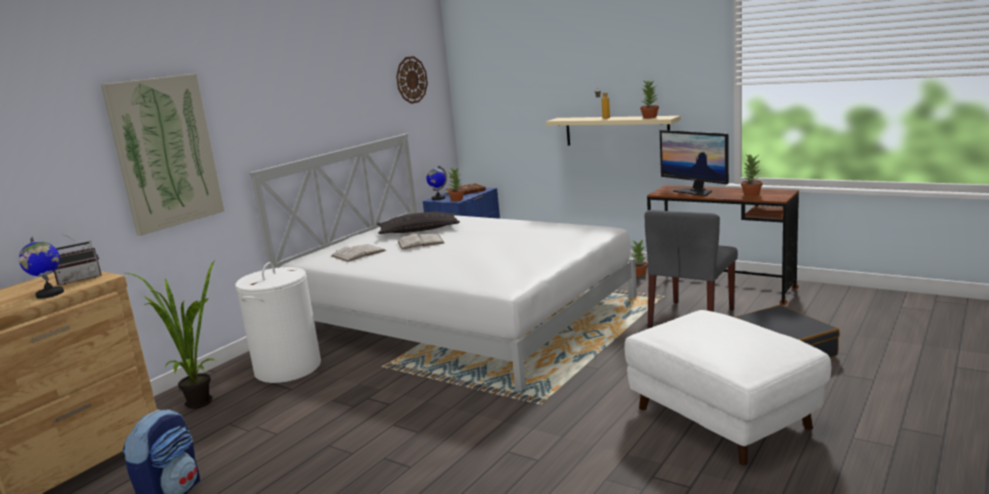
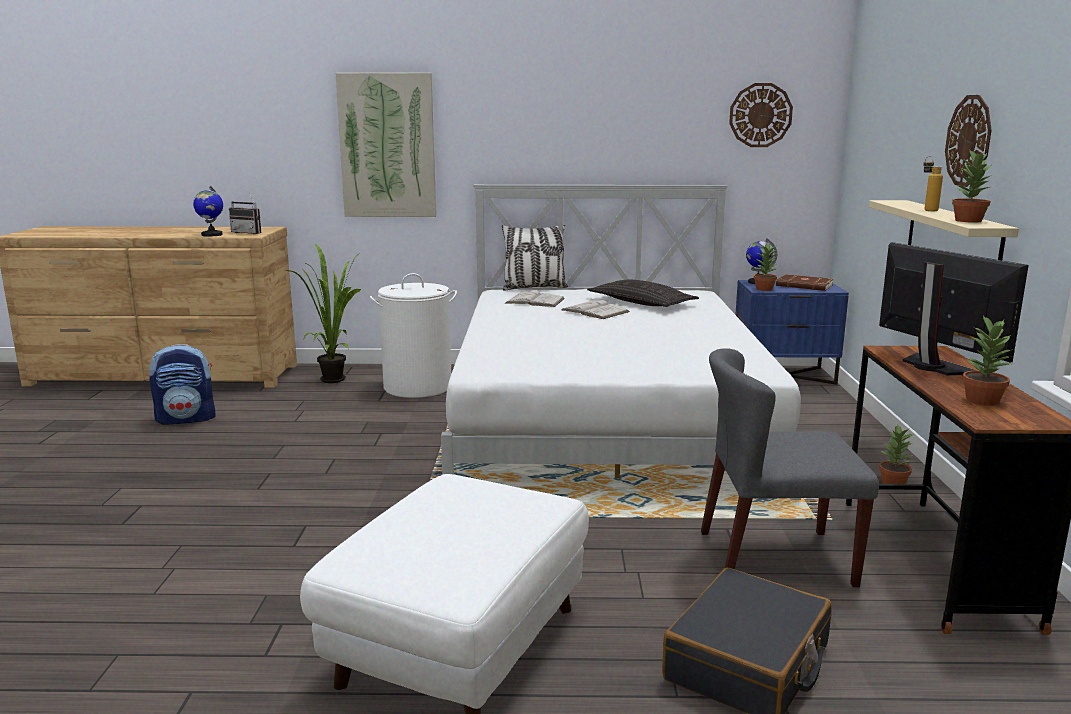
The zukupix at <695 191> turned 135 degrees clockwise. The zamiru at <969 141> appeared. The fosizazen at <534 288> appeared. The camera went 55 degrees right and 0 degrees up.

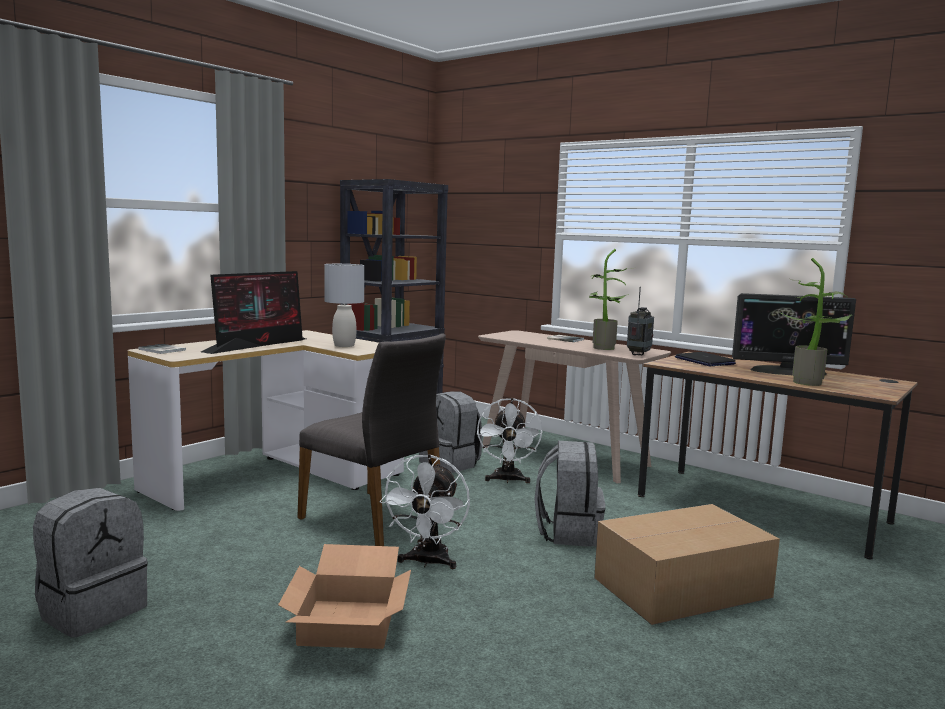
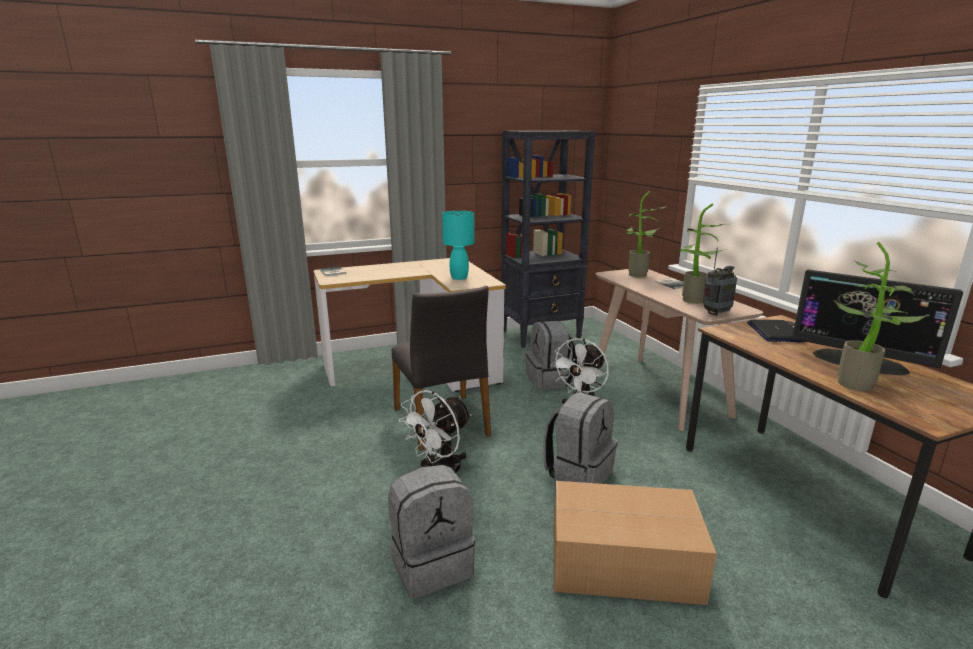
The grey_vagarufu at <344 345> became the turquoise_vagarufu at <459 277>. The zukupix at <259 345> disappeared. The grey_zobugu moved from <92 610> to <432 565>. The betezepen at <346 622> disappeared. The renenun at <638 275> appeared. The camera went 30 degrees right and 10 degrees up.

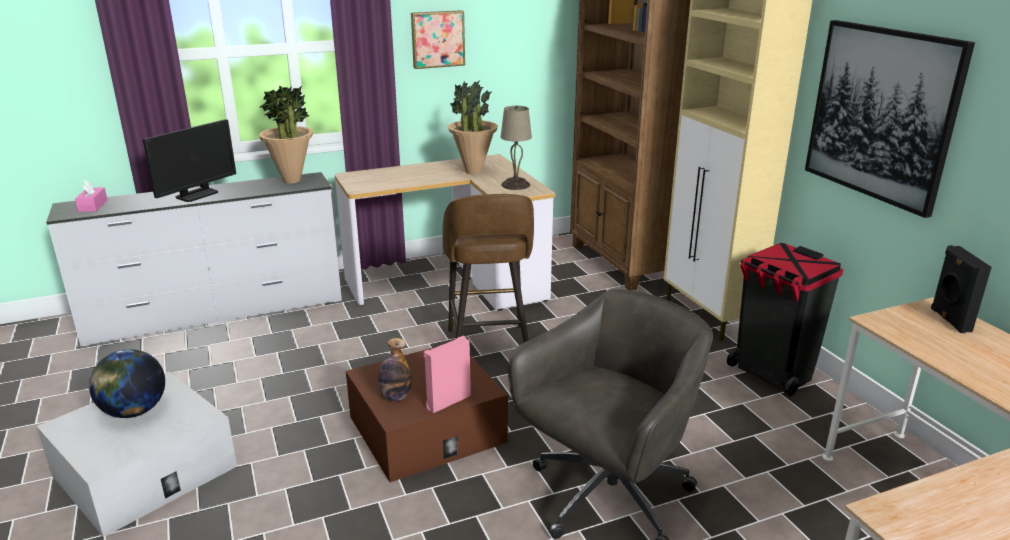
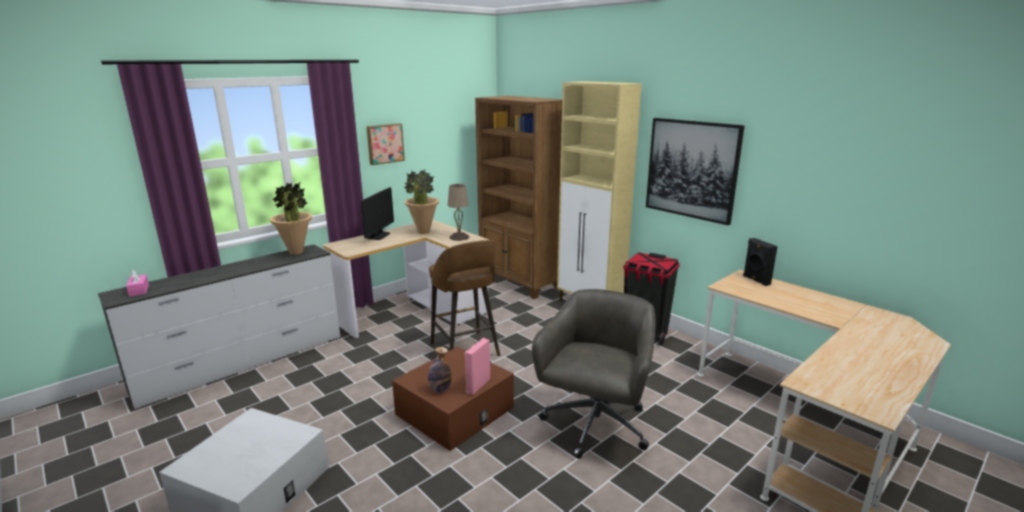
The zukupix moved from <197 195> to <378 236>. The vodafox at <134 411> disappeared. The camera went 20 degrees left and 5 degrees down.

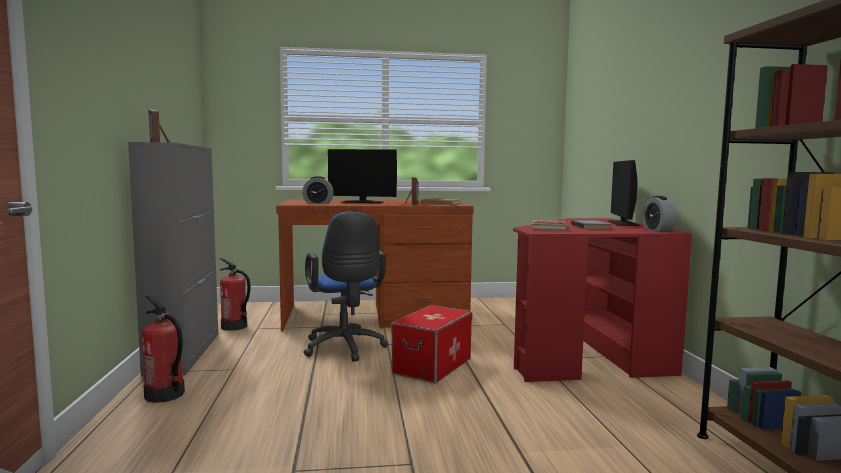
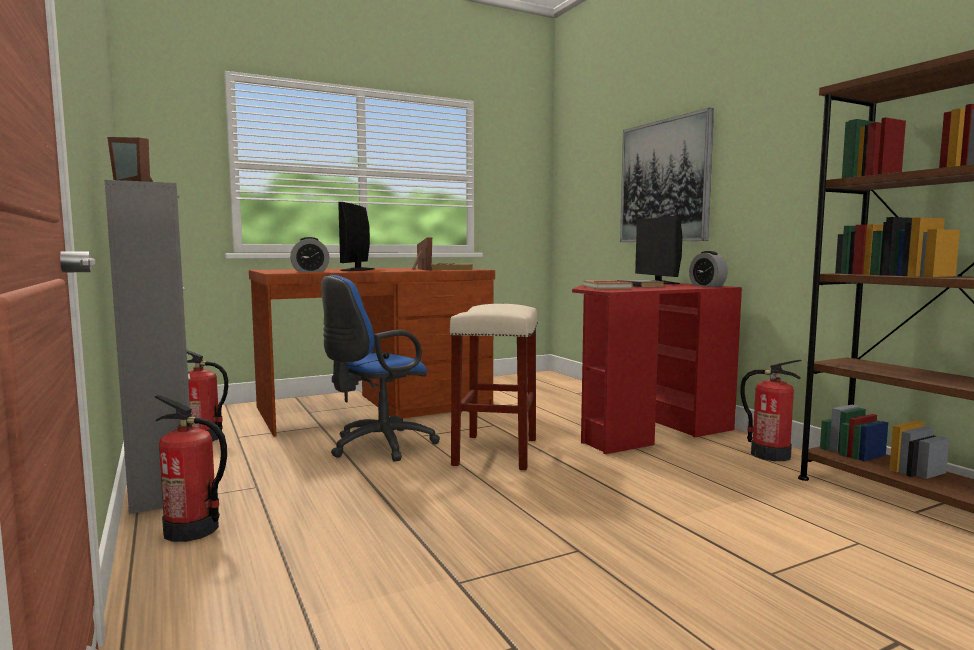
The zukupix at <362 202> turned 105 degrees clockwise. The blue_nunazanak at <345 349> turned 90 degrees clockwise. The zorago at <432 365> was replaced by the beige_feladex at <495 451>. The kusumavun at <664 181> appeared. The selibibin at <769 454> appeared. The camera went 20 degrees left and 0 degrees up.

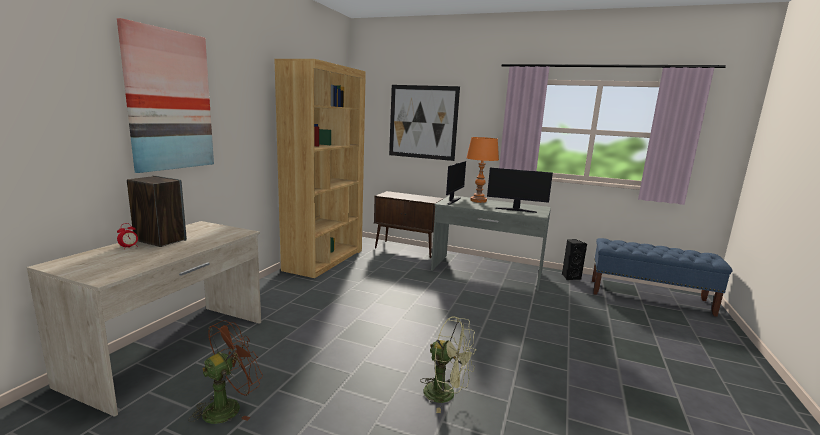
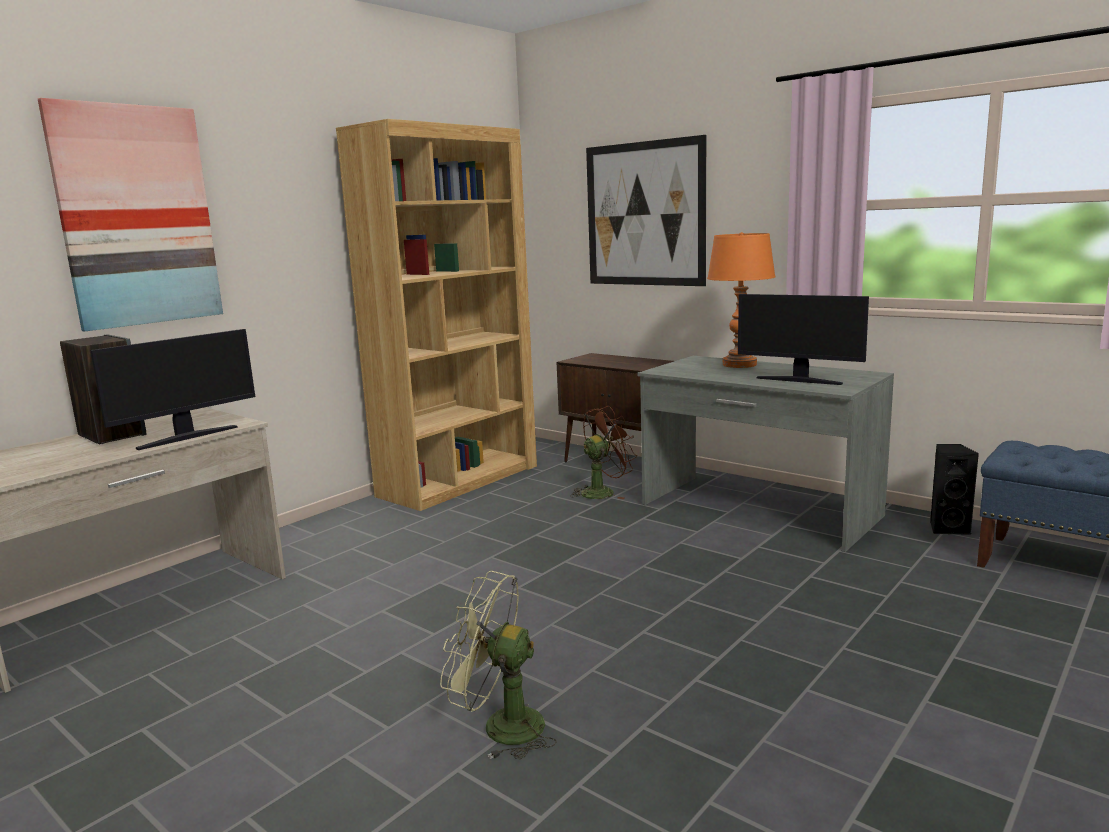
The zukupix moved from <453 200> to <187 437>. The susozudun at <129 247> disappeared. The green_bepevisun at <446 395> turned 150 degrees clockwise. The brown_bepevisun moved from <229 406> to <603 492>. The camera went 20 degrees right and 0 degrees up.

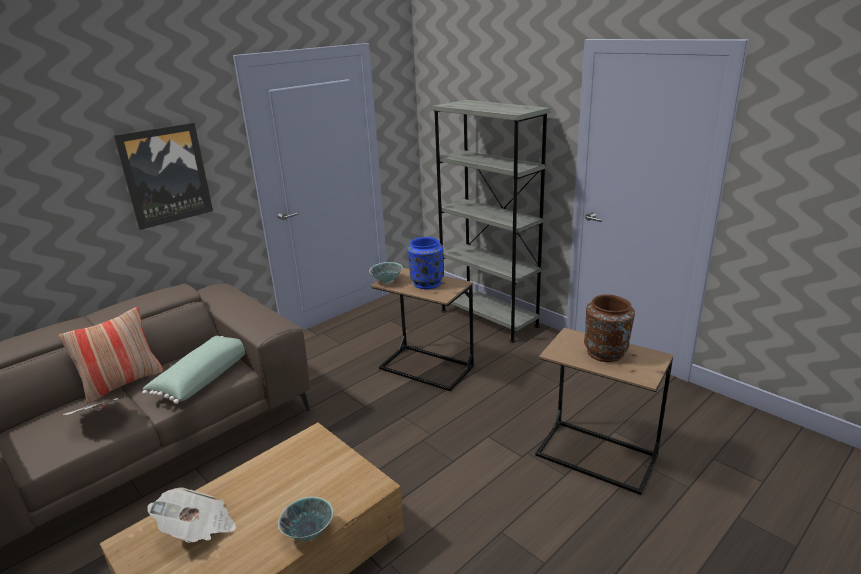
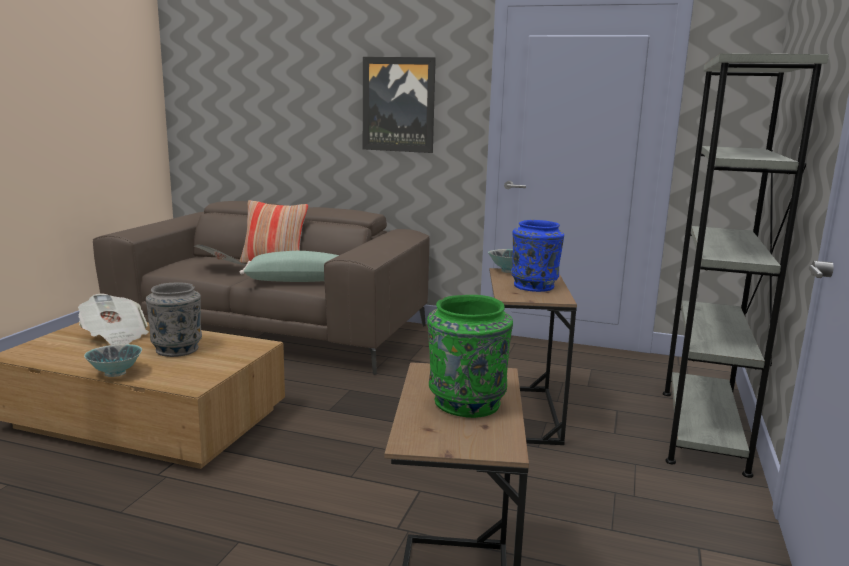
The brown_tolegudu at <606 353> became the green_tolegudu at <466 404>. The grey_tolegudu at <177 349> appeared. The camera went 60 degrees right and 10 degrees down.

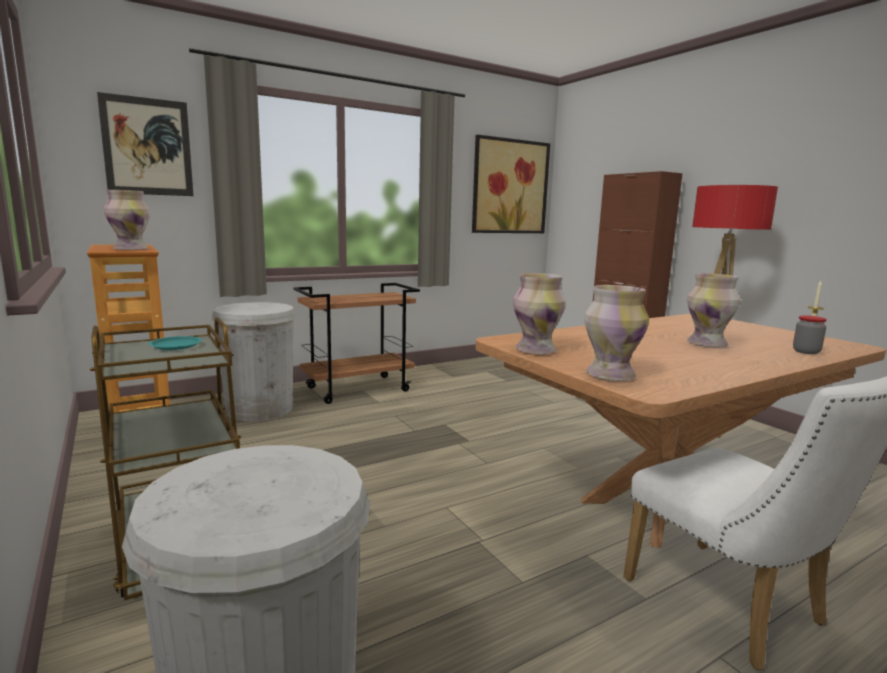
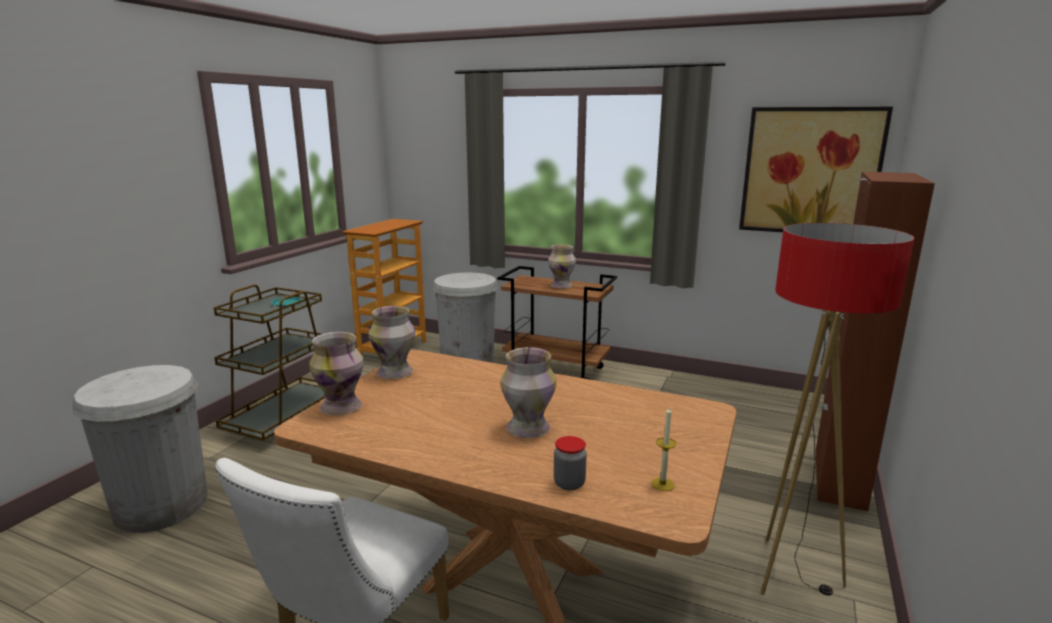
The kusumavun at <147 147> disappeared. The tolegudu moved from <132 249> to <561 286>. The camera went 55 degrees right and 5 degrees up.

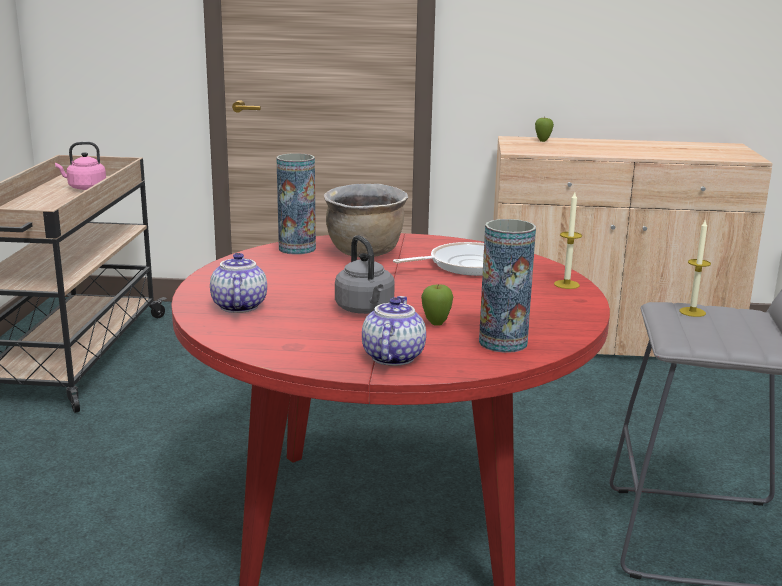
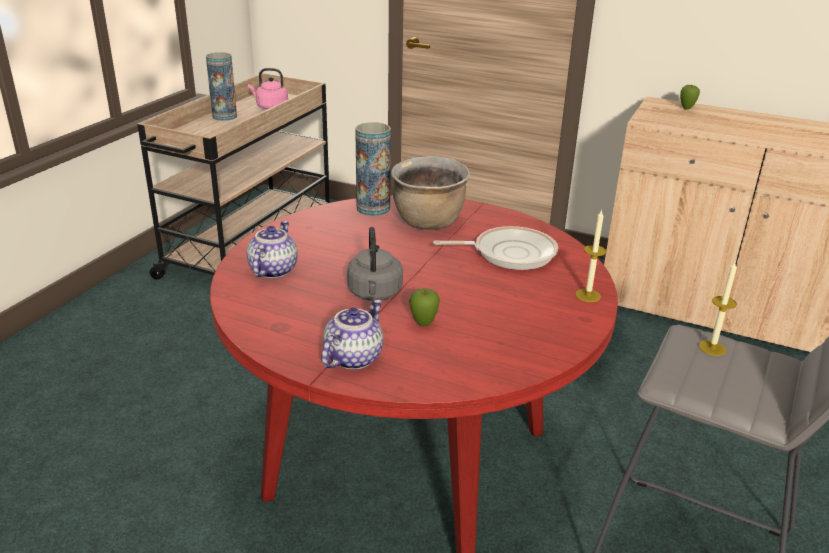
The tolegudu moved from <503 342> to <224 116>. The camera went 20 degrees right and 10 degrees up.

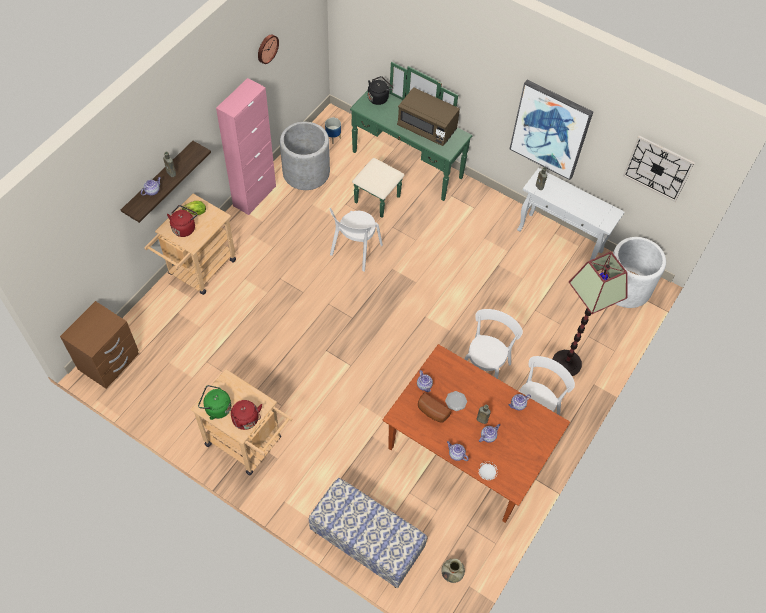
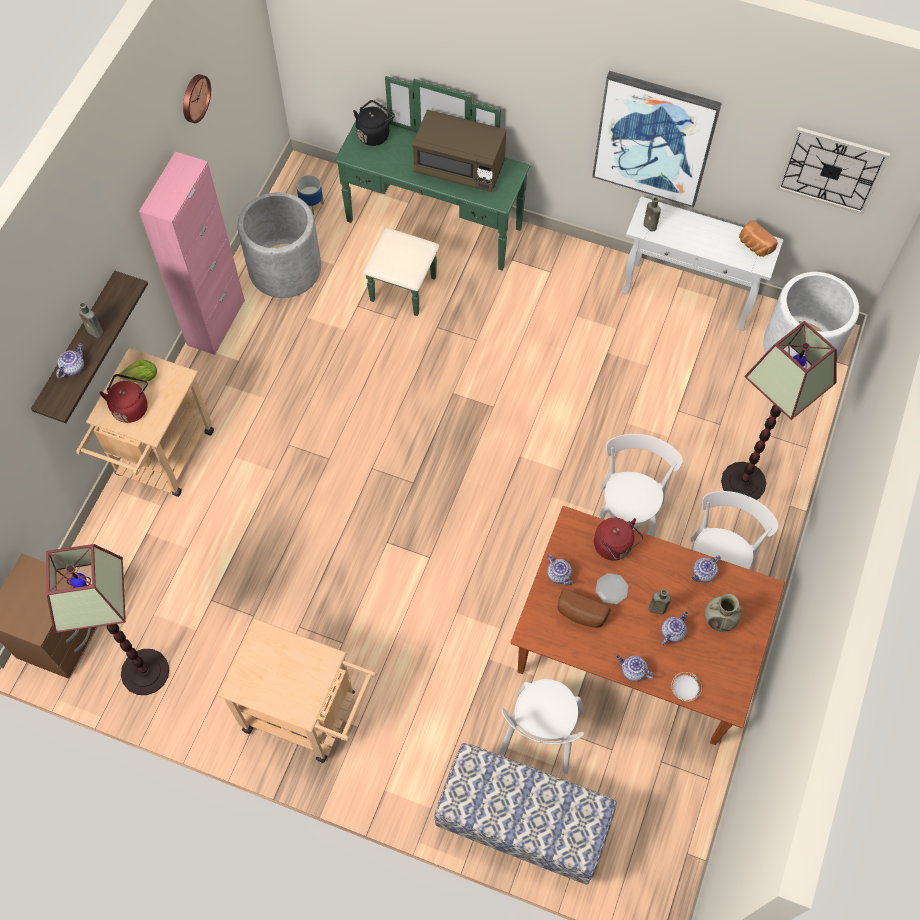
The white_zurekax moved from <355 251> to <540 736>. The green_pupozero at <216 408> disappeared. The red_pupozero moved from <246 421> to <614 547>. The beige_tolegudu moved from <452 573> to <720 619>. The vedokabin at <754 246> appeared. The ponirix at <145 671> appeared. The camera went 10 degrees left and 5 degrees up.

